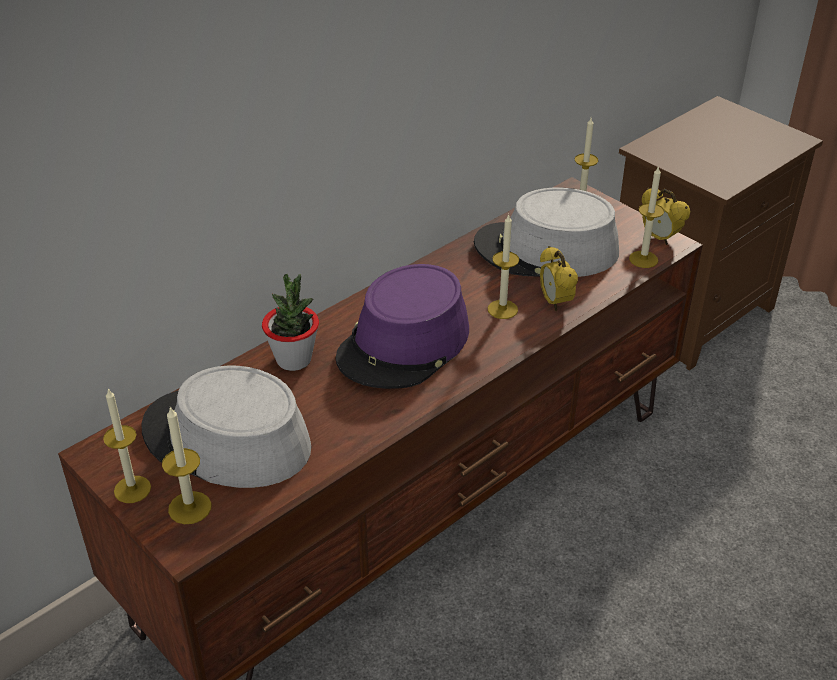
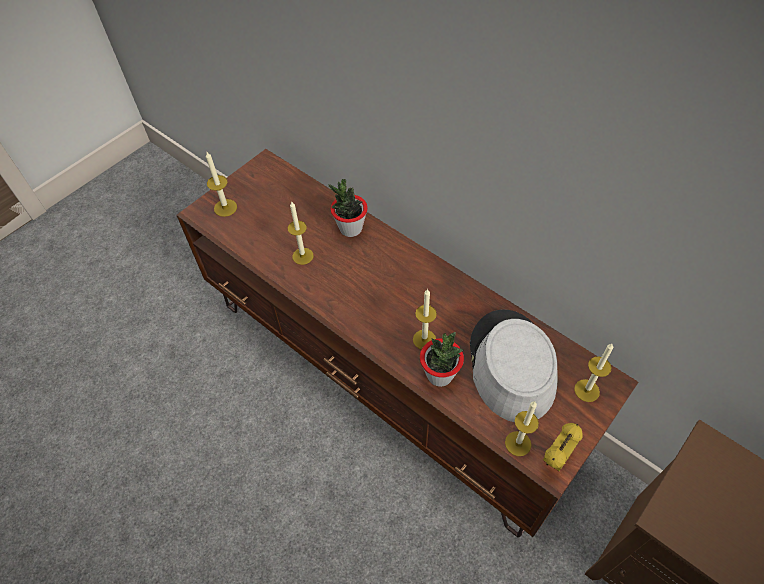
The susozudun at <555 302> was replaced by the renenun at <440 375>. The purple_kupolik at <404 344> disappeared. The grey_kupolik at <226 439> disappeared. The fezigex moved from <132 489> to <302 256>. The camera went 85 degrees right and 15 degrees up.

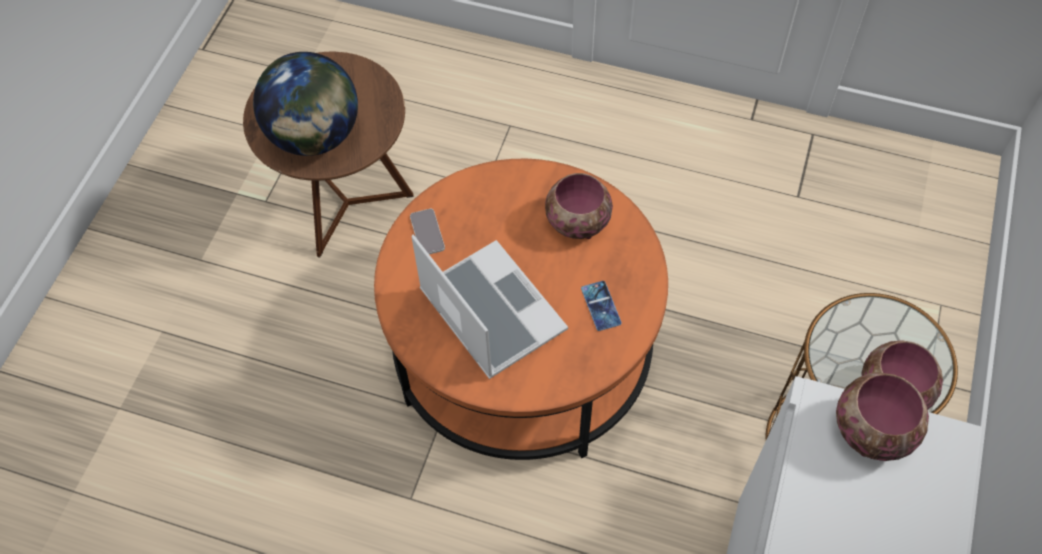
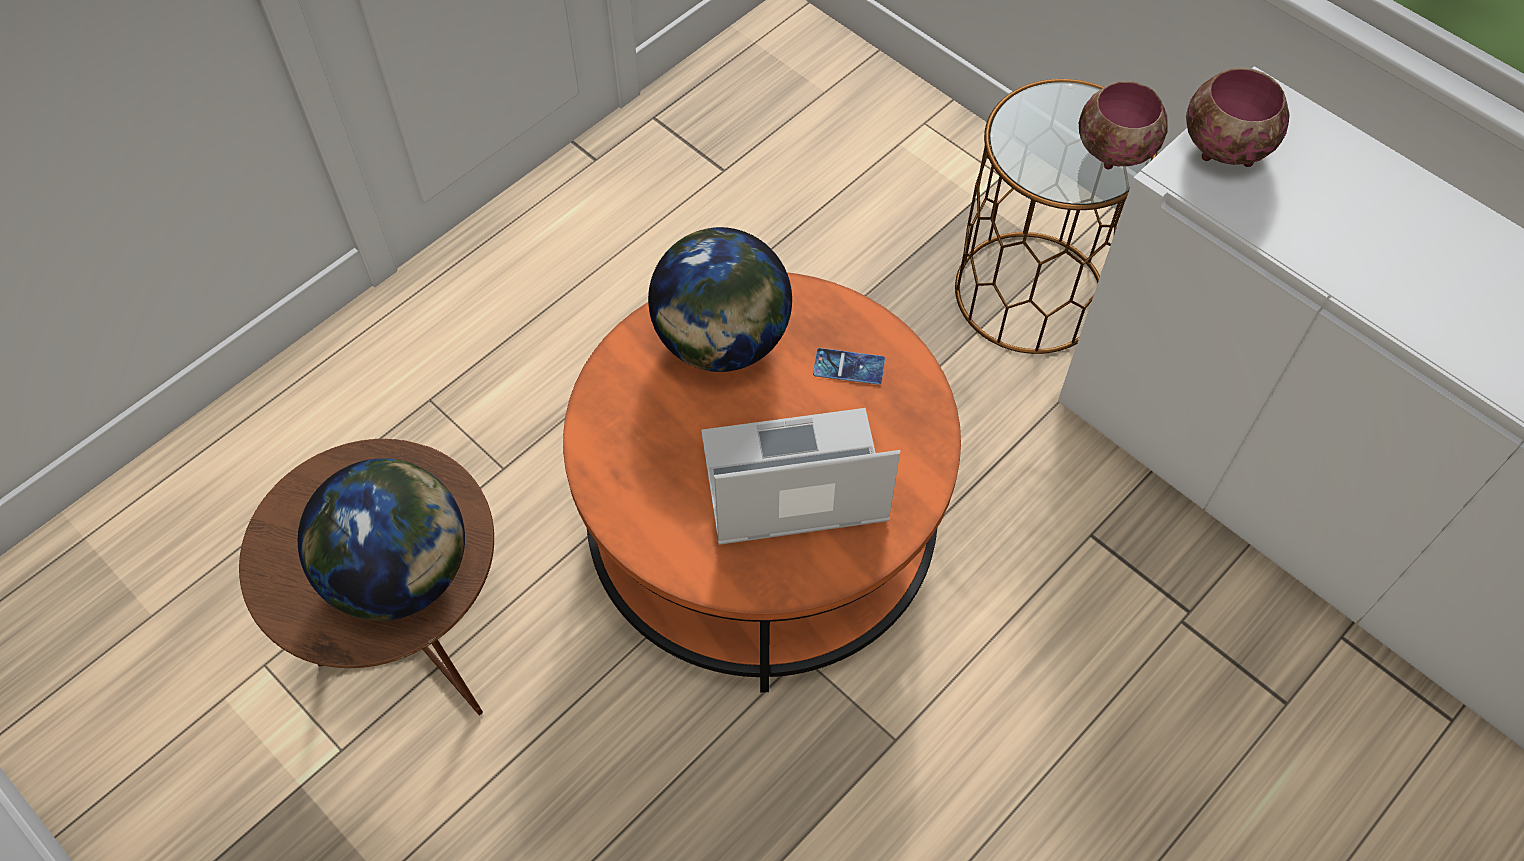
The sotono at <576 223> was replaced by the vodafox at <722 341>. The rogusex at <427 232> disappeared. The camera went 65 degrees left and 0 degrees up.

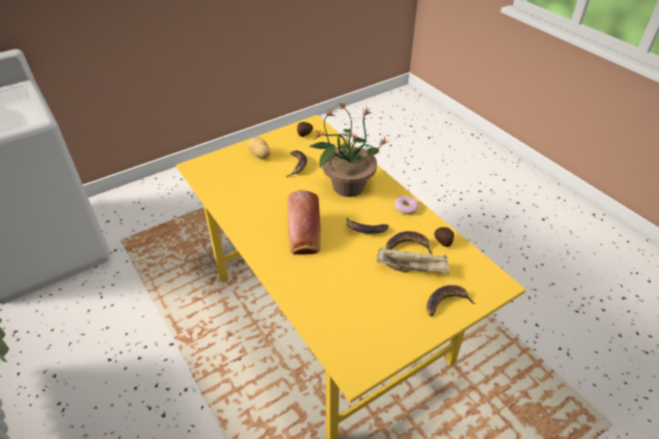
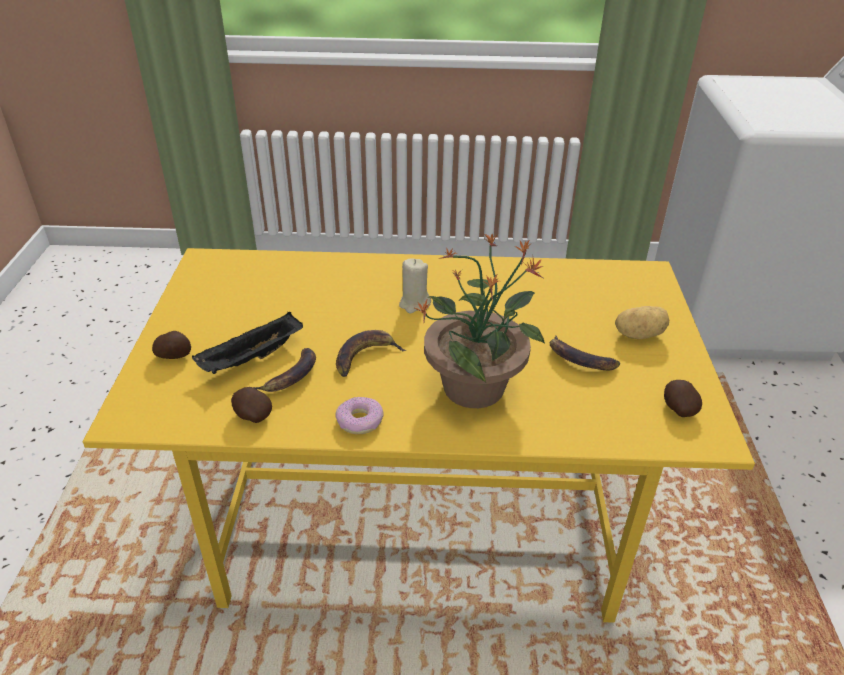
The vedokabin at <304 235> was replaced by the beige_fezigex at <414 304>. The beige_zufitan at <412 269> became the black_zufitan at <252 359>. The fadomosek at <446 302> was replaced by the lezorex at <174 356>. The camera went 125 degrees right and 5 degrees down.

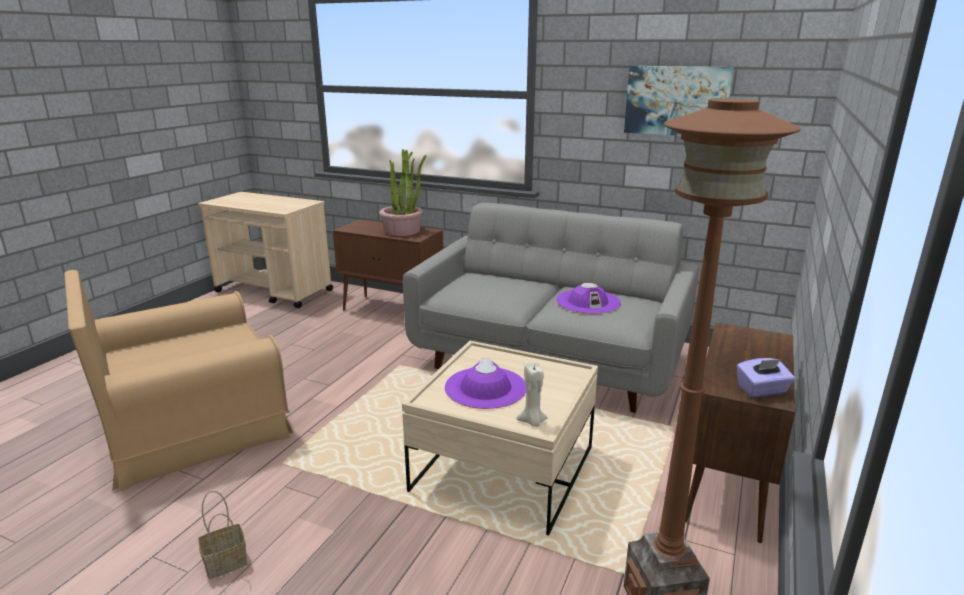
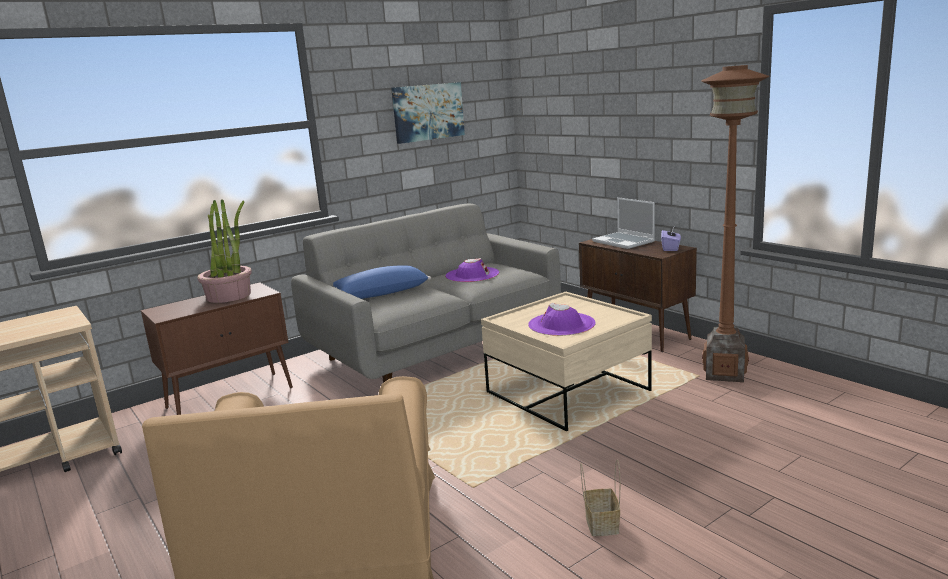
The beige_fezigex at <532 422> disappeared. The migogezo at <624 242> appeared. The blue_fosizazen at <381 293> appeared. The camera went 60 degrees left and 5 degrees down.

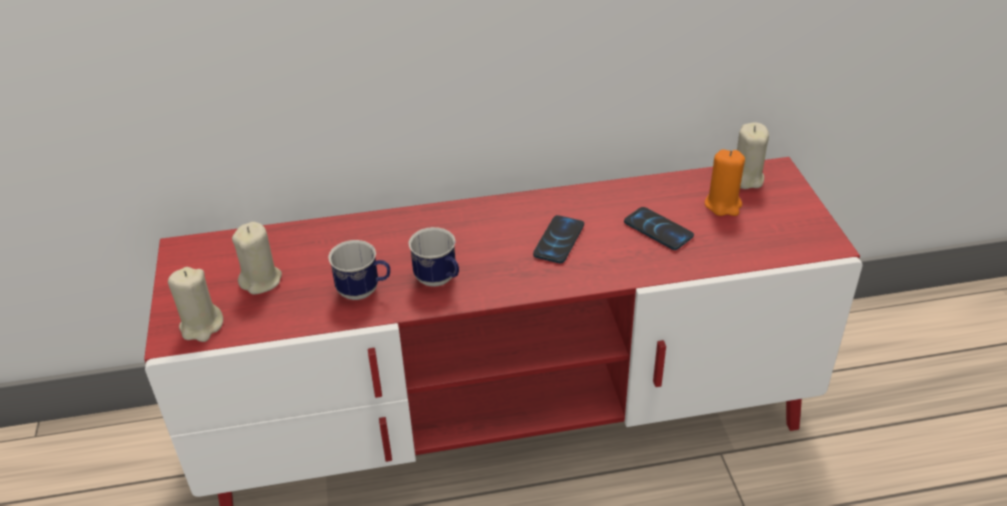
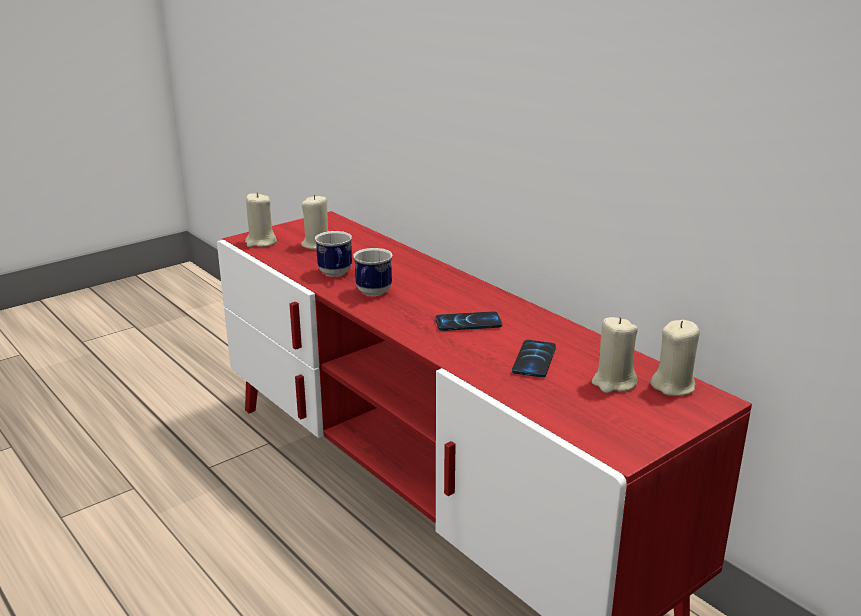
The orange_fezigex at <723 205> became the beige_fezigex at <613 383>. The camera went 60 degrees right and 15 degrees down.

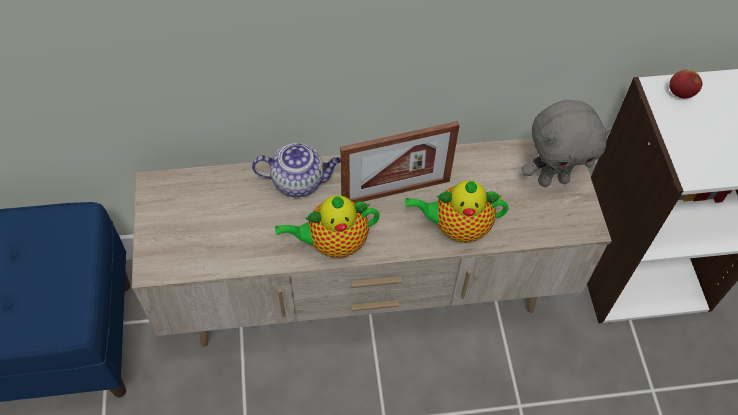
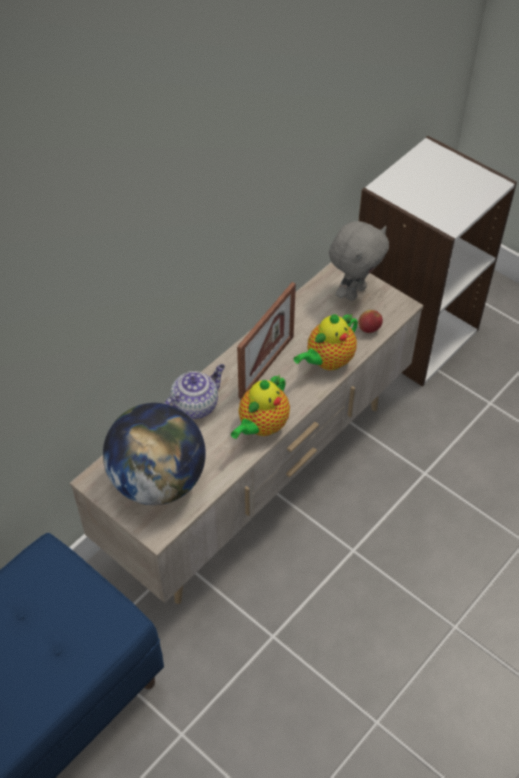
The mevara moved from <680 93> to <369 329>. The vodafox at <158 481> appeared. The camera went 40 degrees left and 5 degrees down.

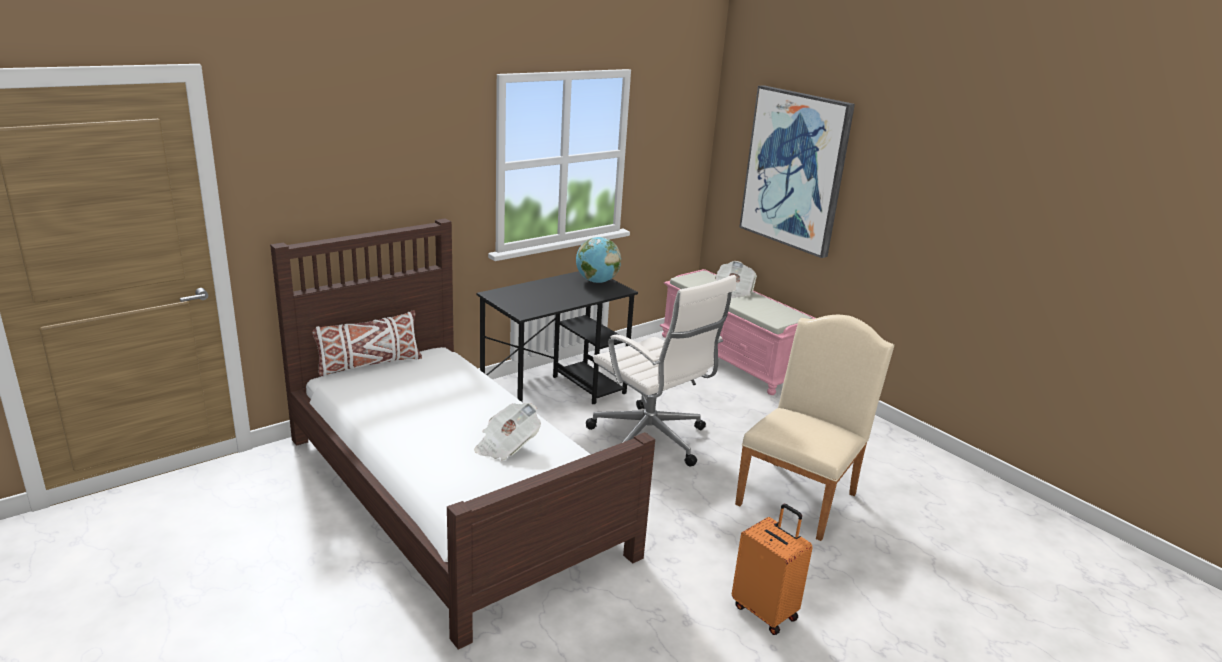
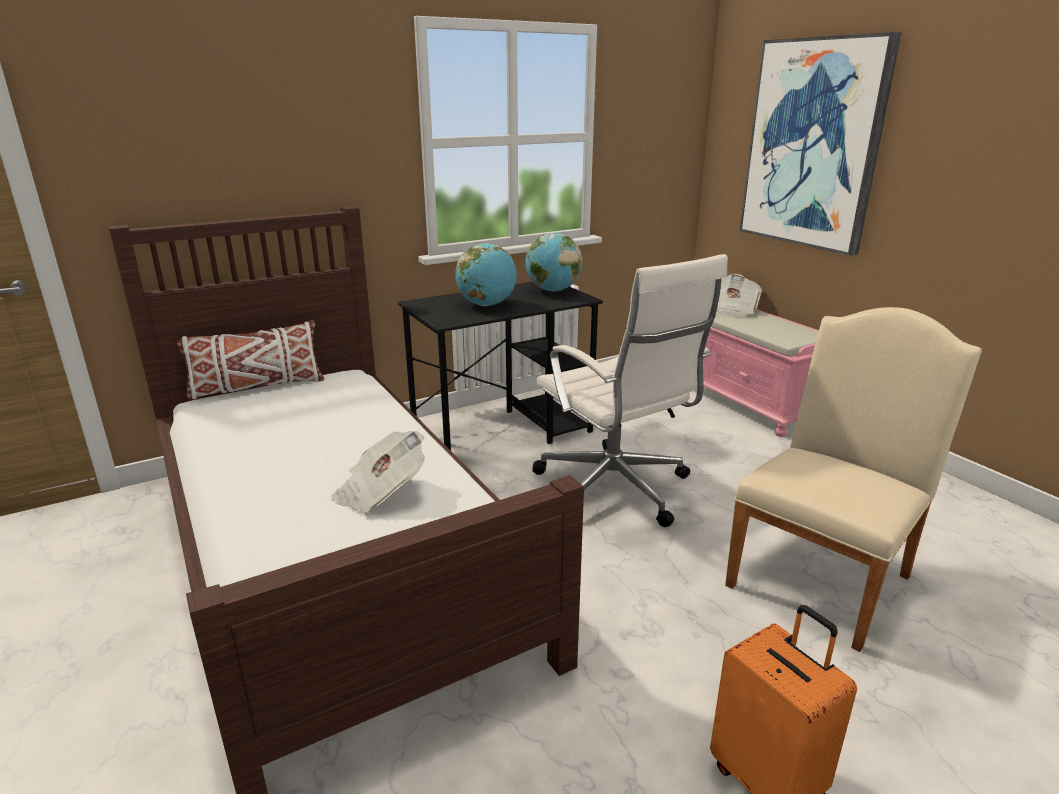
The vodafox at <487 305> appeared. The camera went 10 degrees right and 0 degrees up.

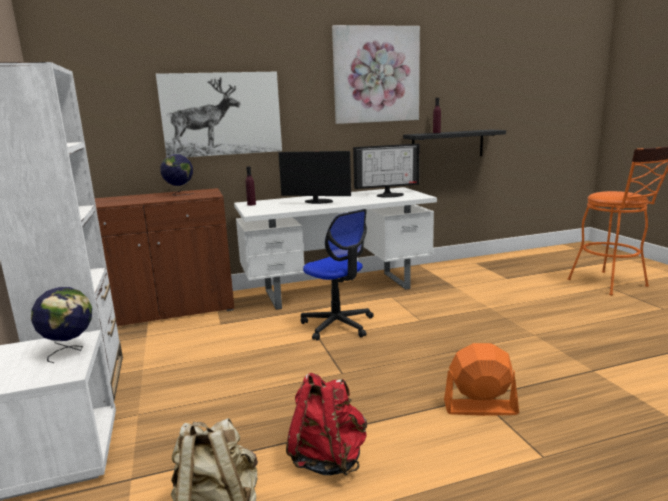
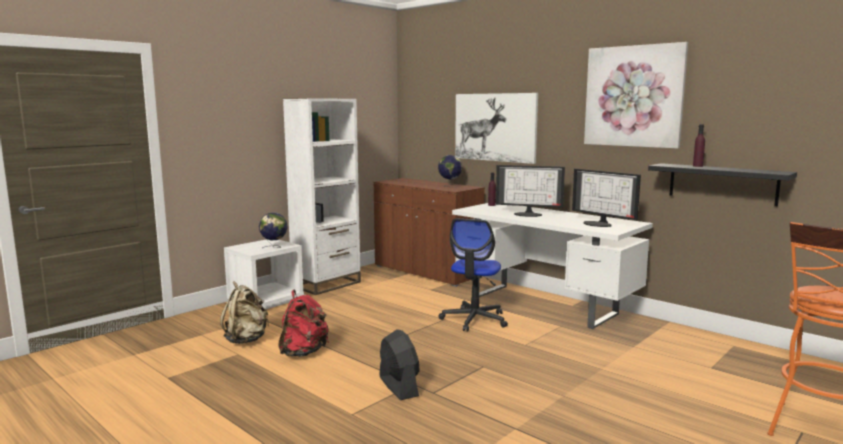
The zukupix at <317 202> turned 120 degrees clockwise. The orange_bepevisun at <480 407> became the black_bepevisun at <398 386>. The camera went 60 degrees right and 5 degrees down.

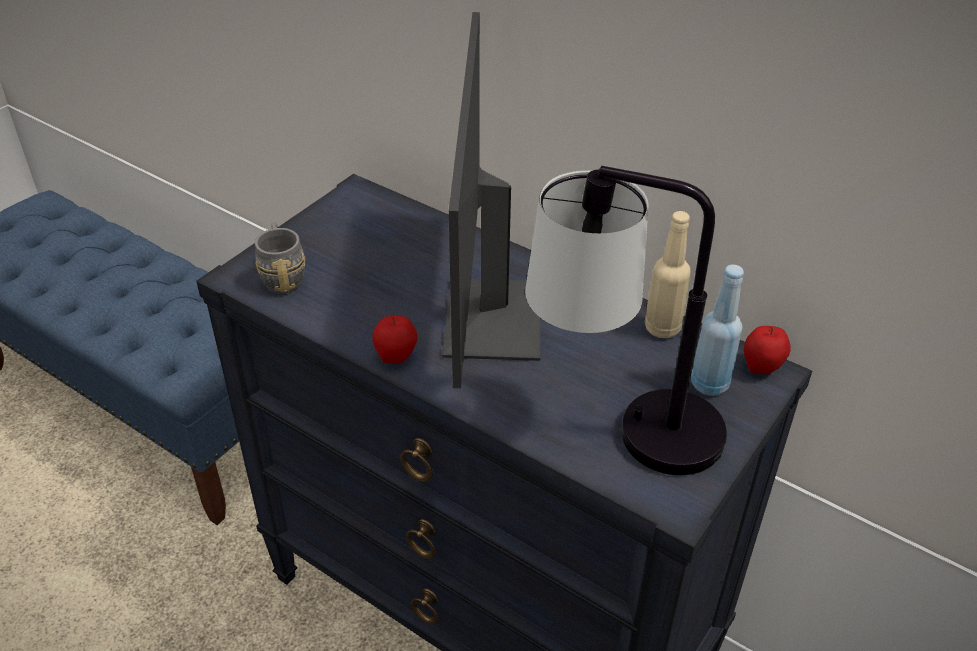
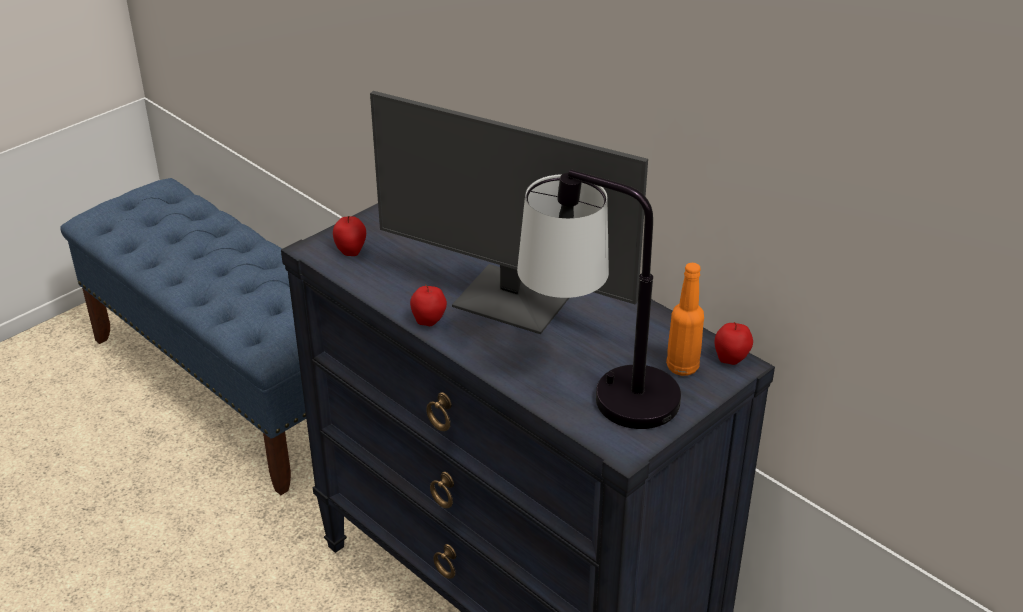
The zukupix at <489 319> turned 75 degrees counterclockwise. The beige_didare at <662 328> disappeared. The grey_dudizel at <282 275> was replaced by the mevara at <351 252>. The blue_didare at <709 384> became the orange_didare at <682 367>. The camera went 10 degrees right and 5 degrees down.

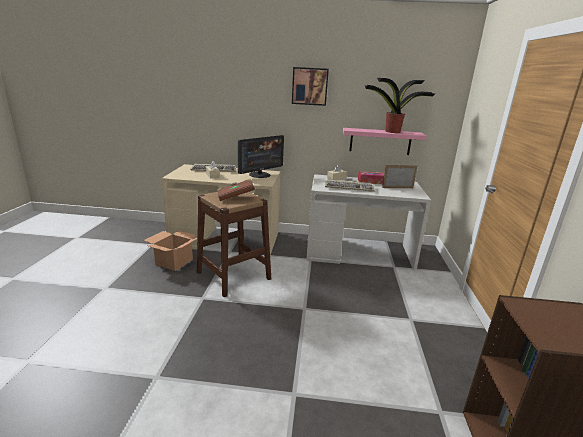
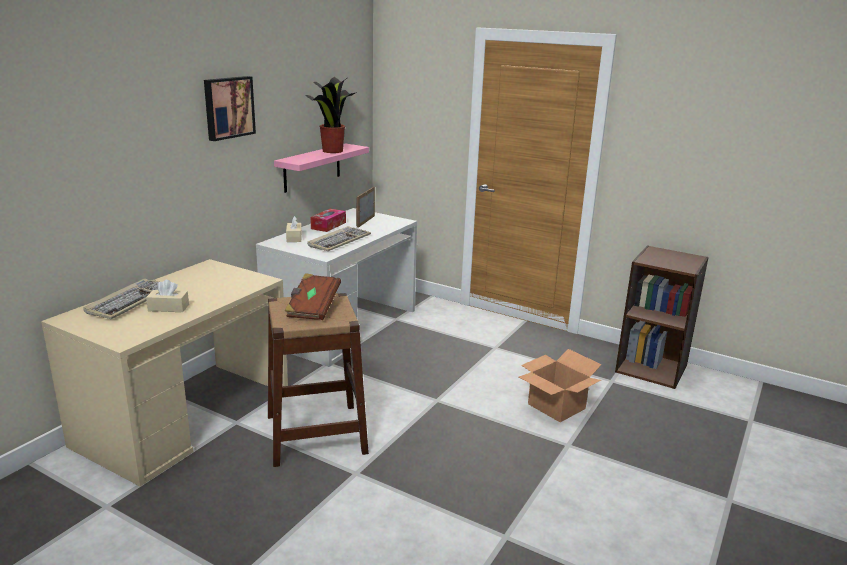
The zukupix at <260 175> disappeared. The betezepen moved from <174 262> to <557 406>. The camera went 65 degrees left and 0 degrees up.

